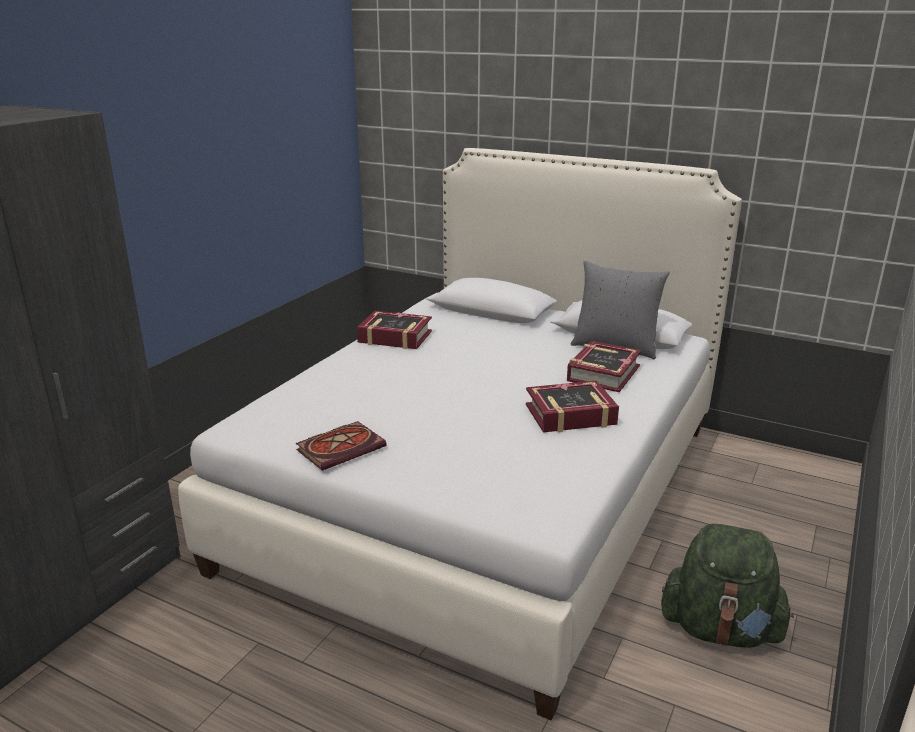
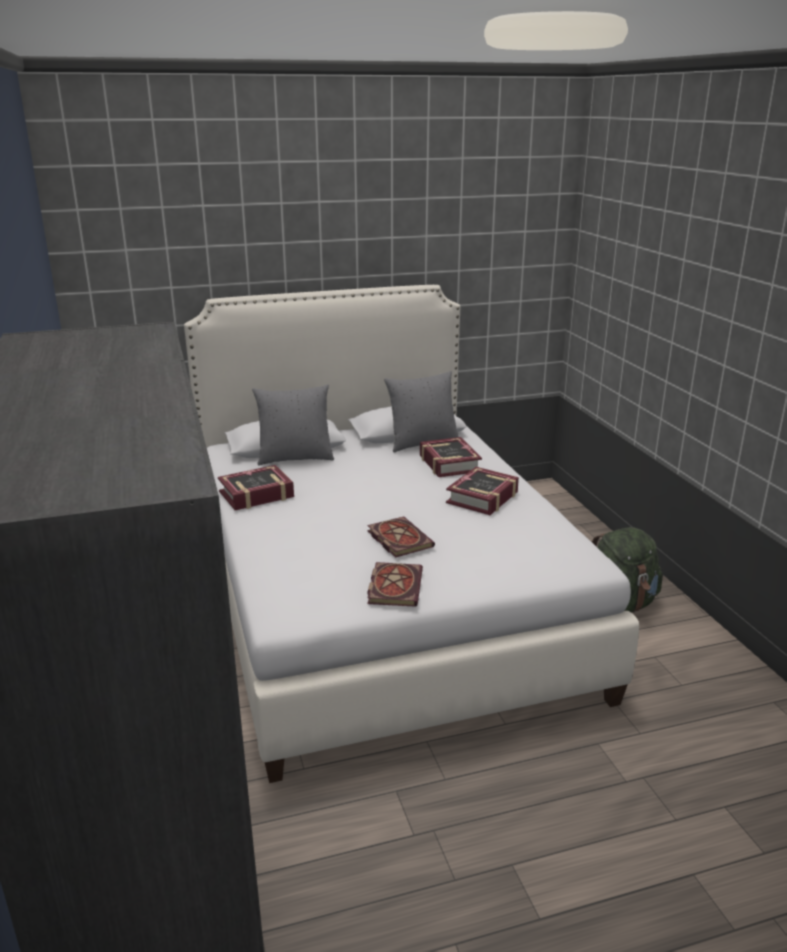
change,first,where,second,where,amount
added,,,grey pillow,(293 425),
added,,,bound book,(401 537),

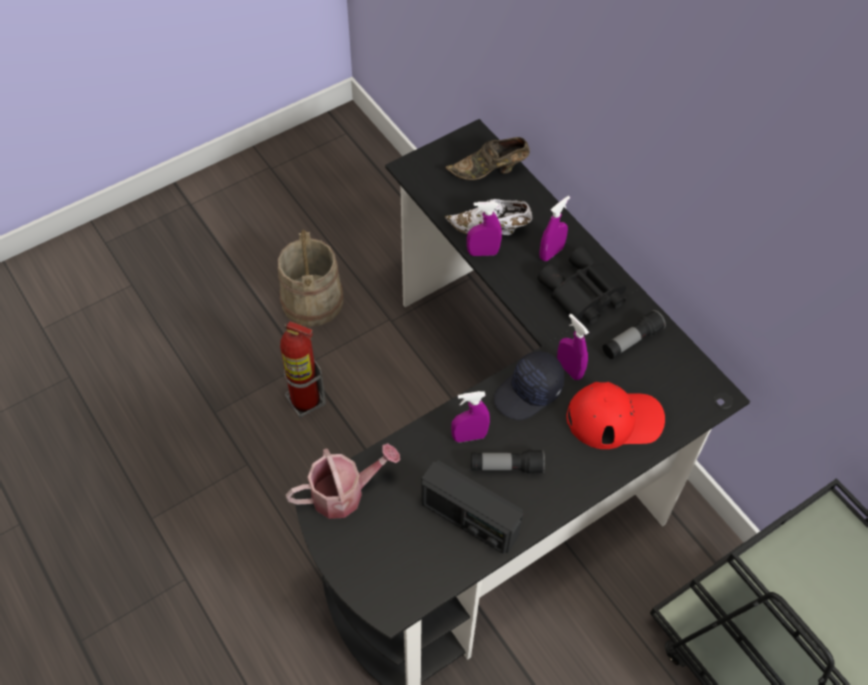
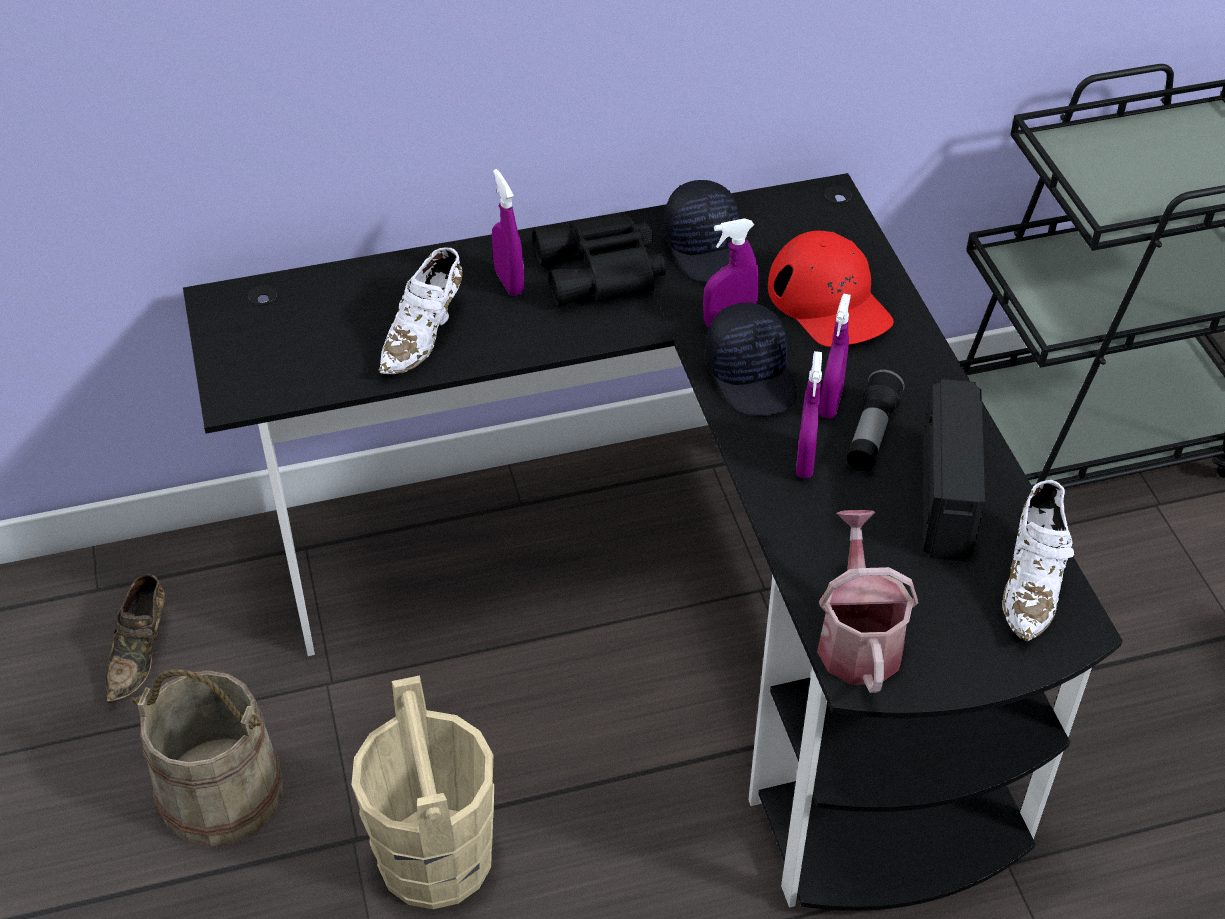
change,first,where,second,where,amount
moved,brownish shoe,(488 158),,(135 638),
replaced,extinguisher,(303 370),beige pail,(422 792),
replaced,torch,(634 334),blackish cap,(701 231),
turned,red-coloured cap,(615 415),,(831 289),135 degrees clockwise
moved,purple spray bottle,(484 229),,(835 355),
turned,radio set,(472 507),,(954 470),45 degrees counterclockwise
added,,,white-coloured shoe,(1038 560),

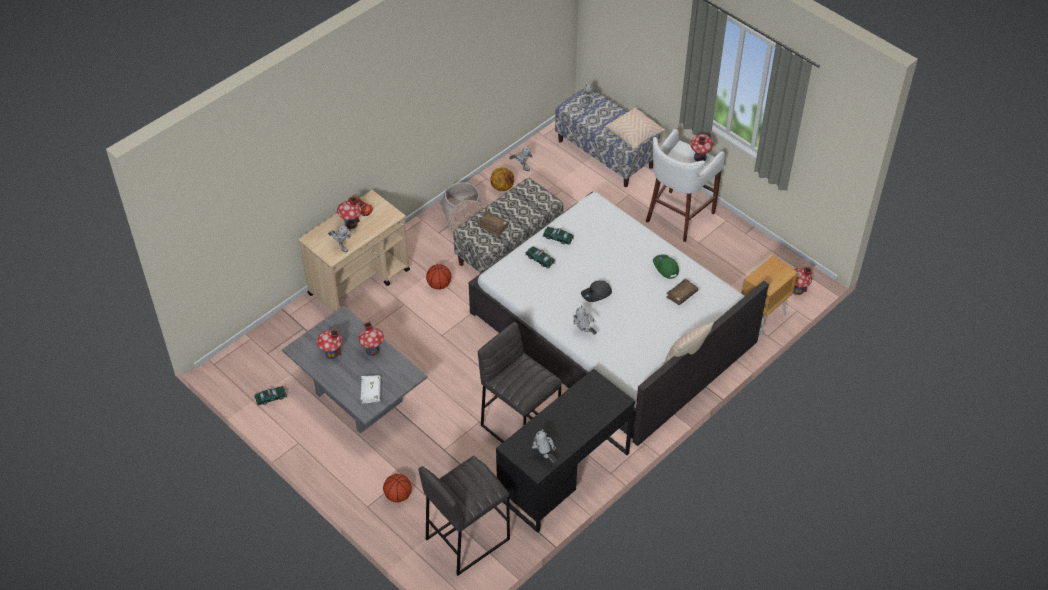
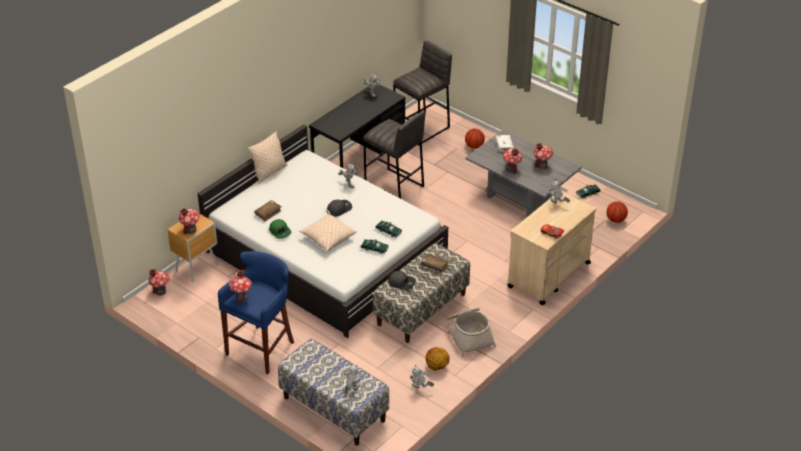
change,first,where,second,where,amount
moved,model house,(349 212),,(189 221),
recoloured,white-coloured stool,(685 185),blue stool,(256 312),
moved,beige pillow,(635 128),,(328 232),
added,,,grey cap,(402 280),
moved,ball for basketball,(438 277),,(617 212),

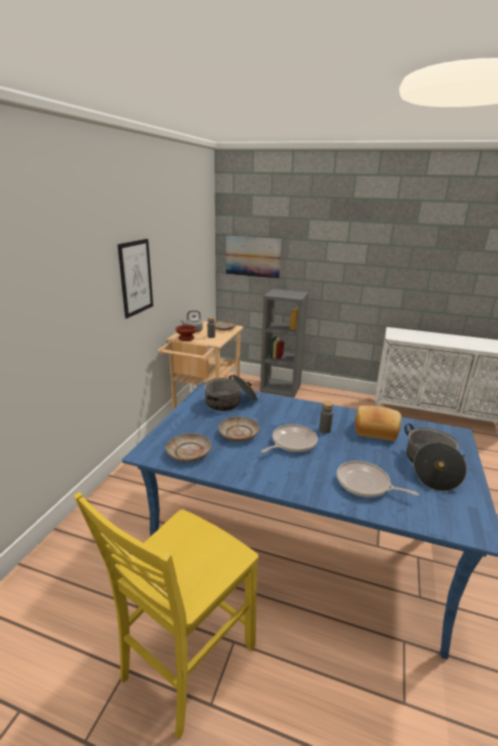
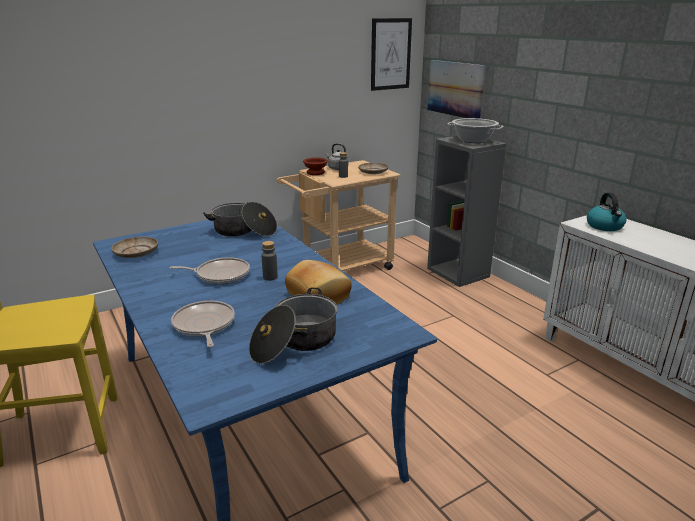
change,first,where,second,where,amount
moved,picture,(135 279),,(391 54),
added,,,stockpot,(475 130),
added,,,kettle,(606 212),
removed,beige plate,(239 429),,,

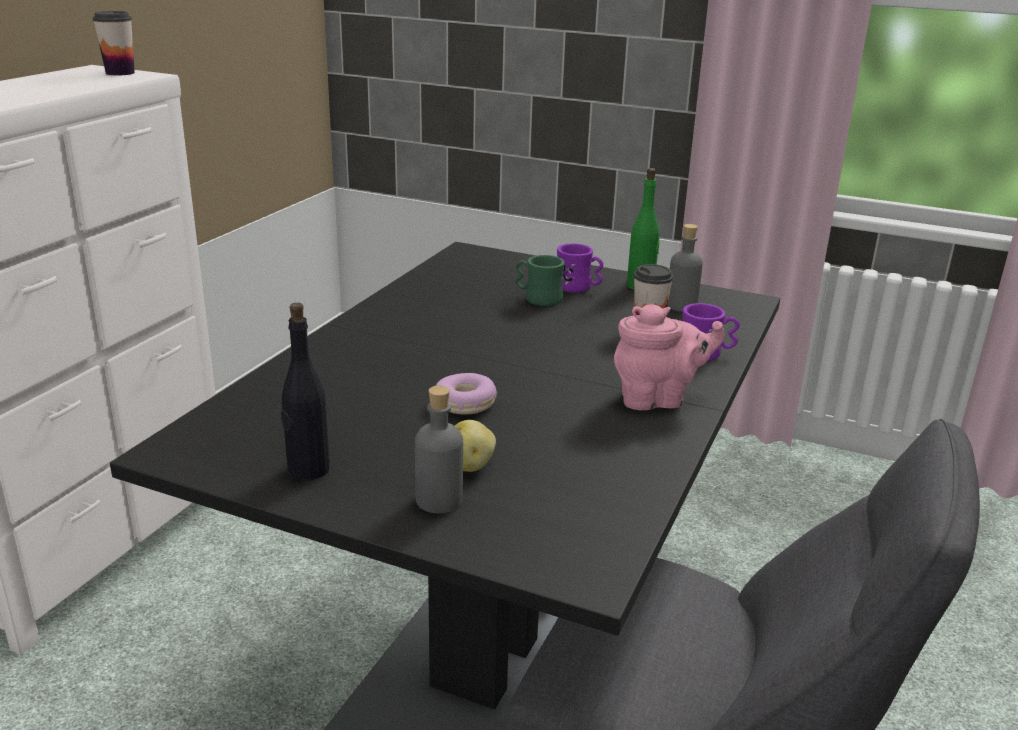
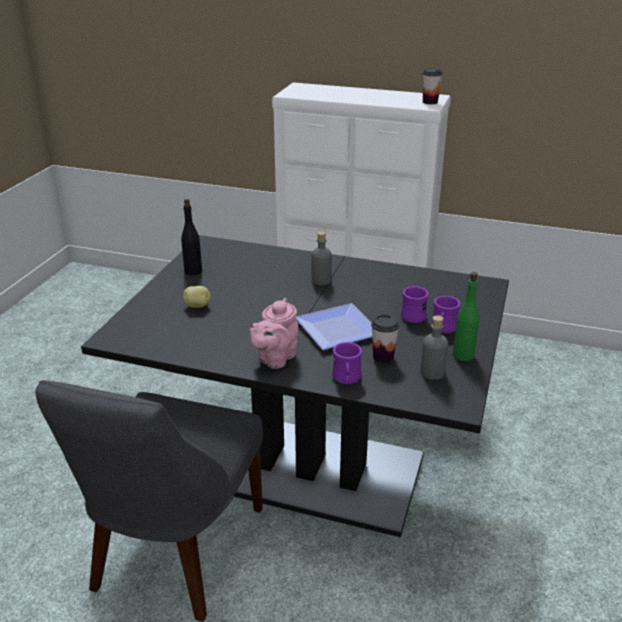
change,first,where,second,where,amount
turned,pink teapot,(669 357),,(274 333),45 degrees clockwise
added,,,plate,(334 326),
moved,grey drink bottle,(439 449),,(322 258),
recoloured,green coffee mug,(540 280),purple coffee mug,(415 304),
removed,doughnut,(466 394),,,

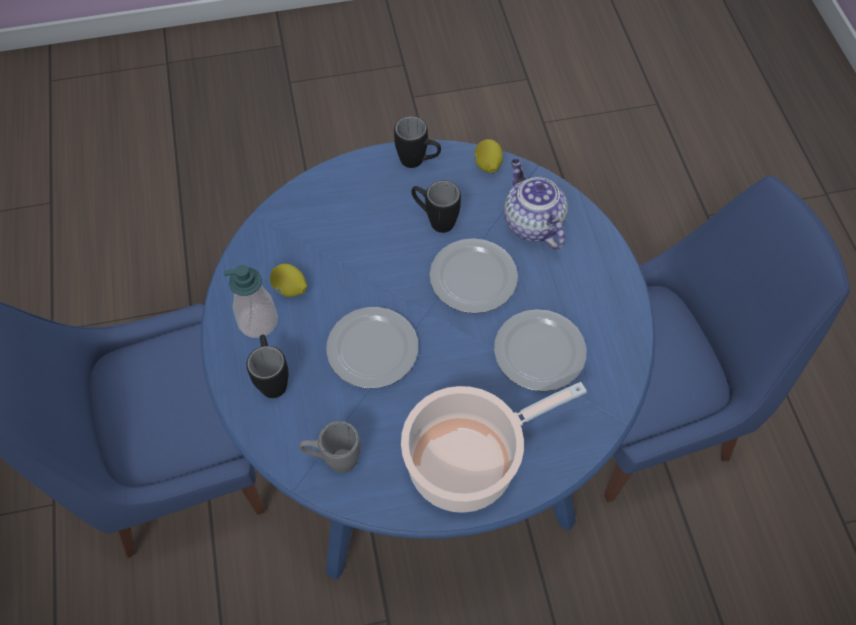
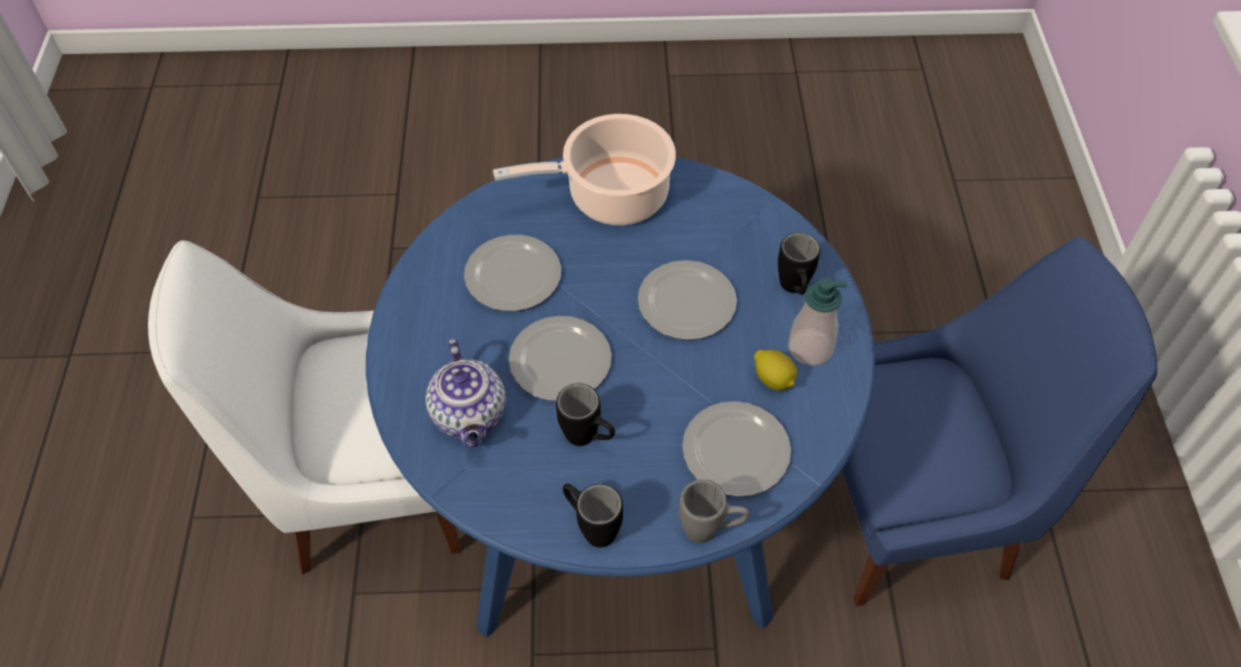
change,first,where,second,where,amount
recoloured,blue plain chair,(727 339),white-coloured plain chair,(304 407),
moved,grey coffee mug,(330 447),,(714 511),
added,,,plate,(736 449),
removed,citrus fruit,(488 156),,,

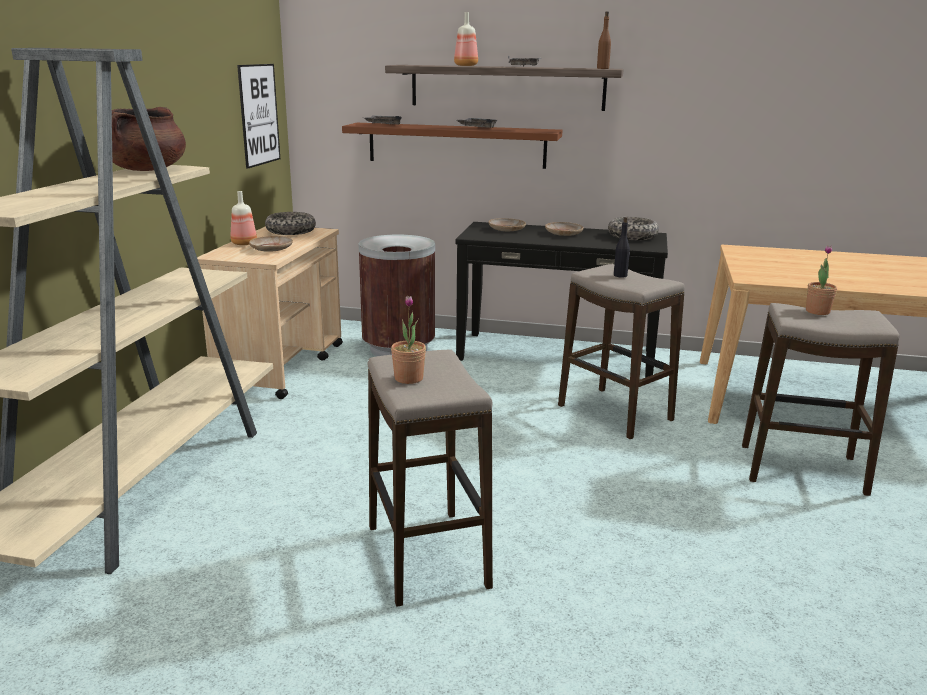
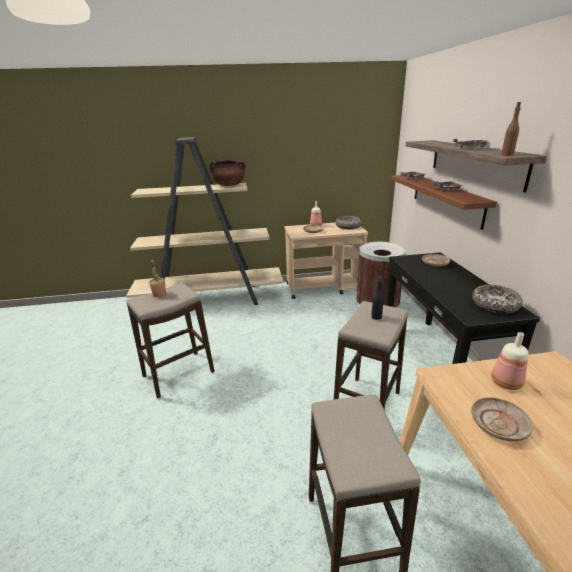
change,first,where,second,where,amount
moved,beige plate,(564 229),,(502 419),
moved,drink bottle,(466 39),,(509 361),
removed,picture,(258 116),,,
removed,potted plant,(821 280),,,

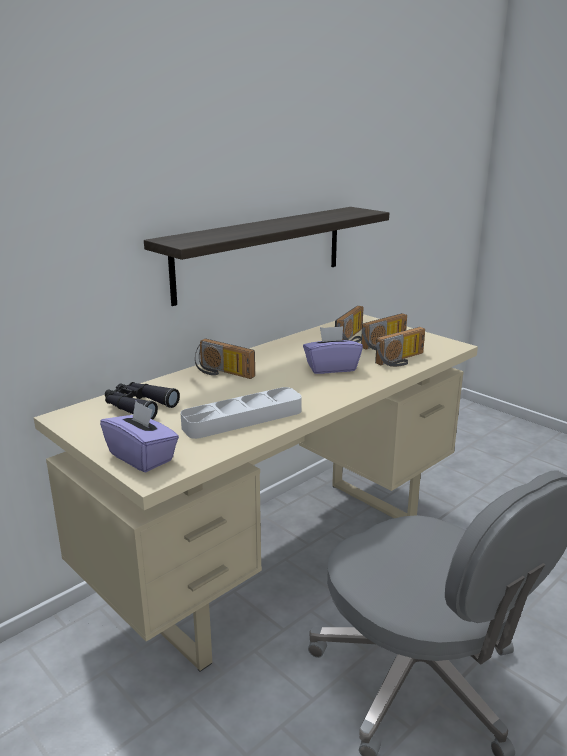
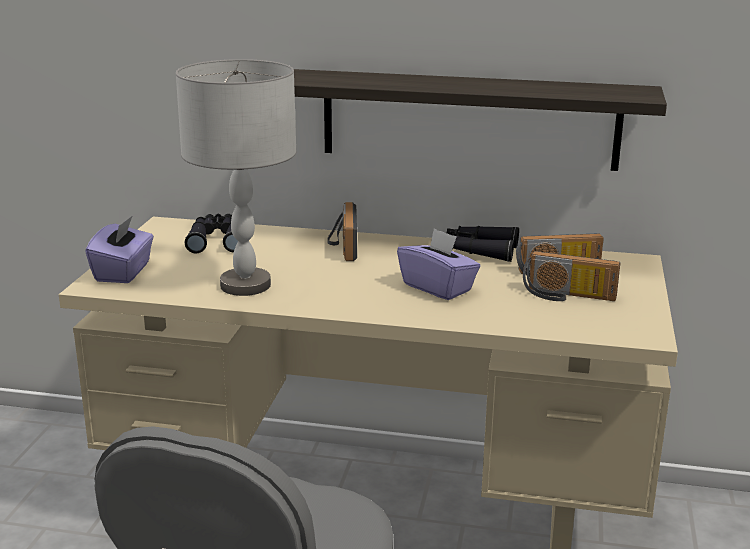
change,first,where,second,where,amount
replaced,grey carrying tray,(241 413),grey lamp for a table,(236 177),
added,,,blackish binoculars,(483 244),
removed,radio set,(400 347),,,

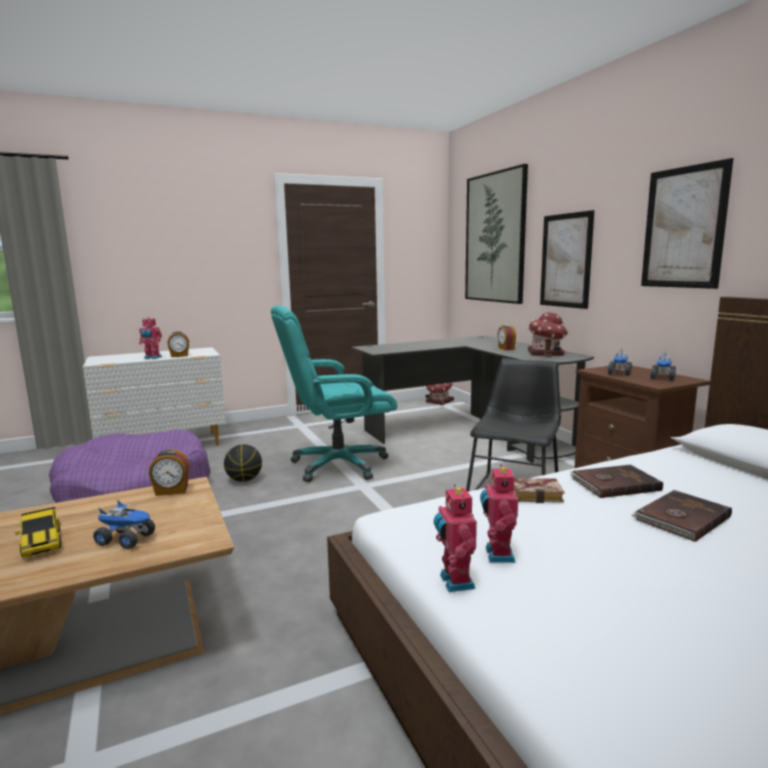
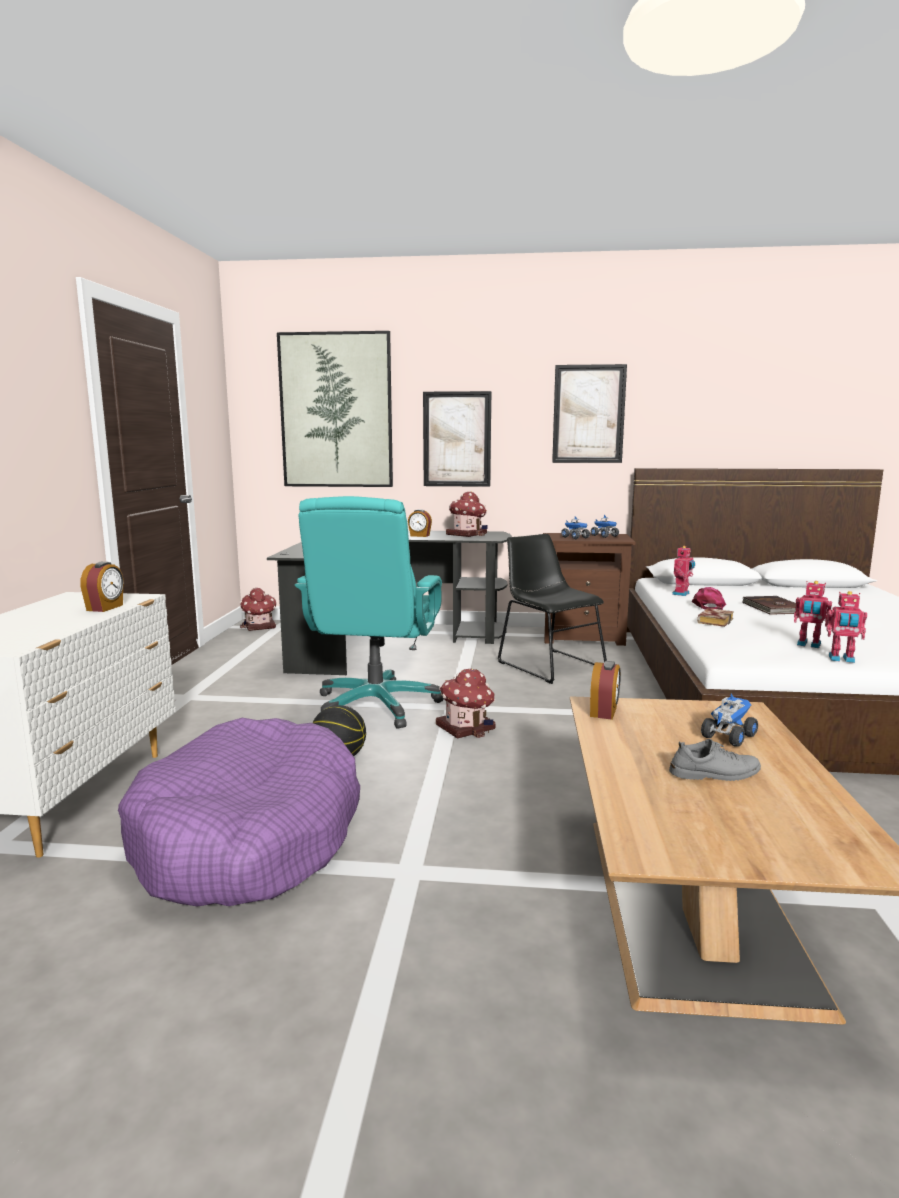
change,first,where,second,where,amount
added,,,model house,(466 703),
replaced,miniature car,(38 532),grey shoe,(715 760),
moved,robot figure,(150 338),,(683 571),
replaced,brownish bound book,(616 481),pink cap,(709 598),

